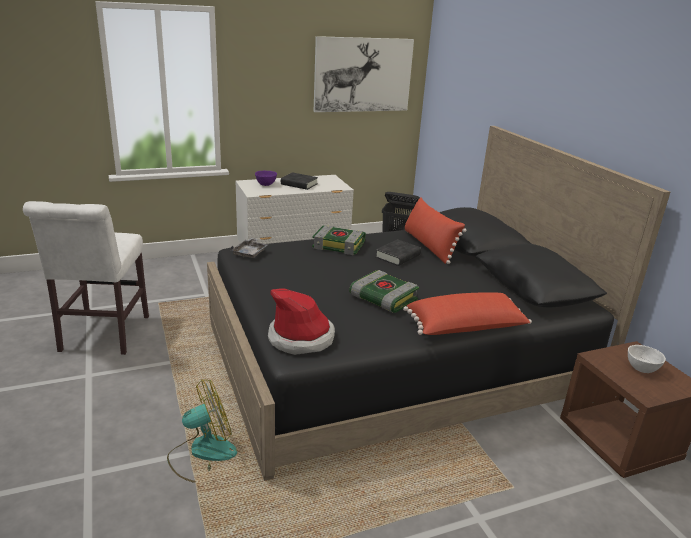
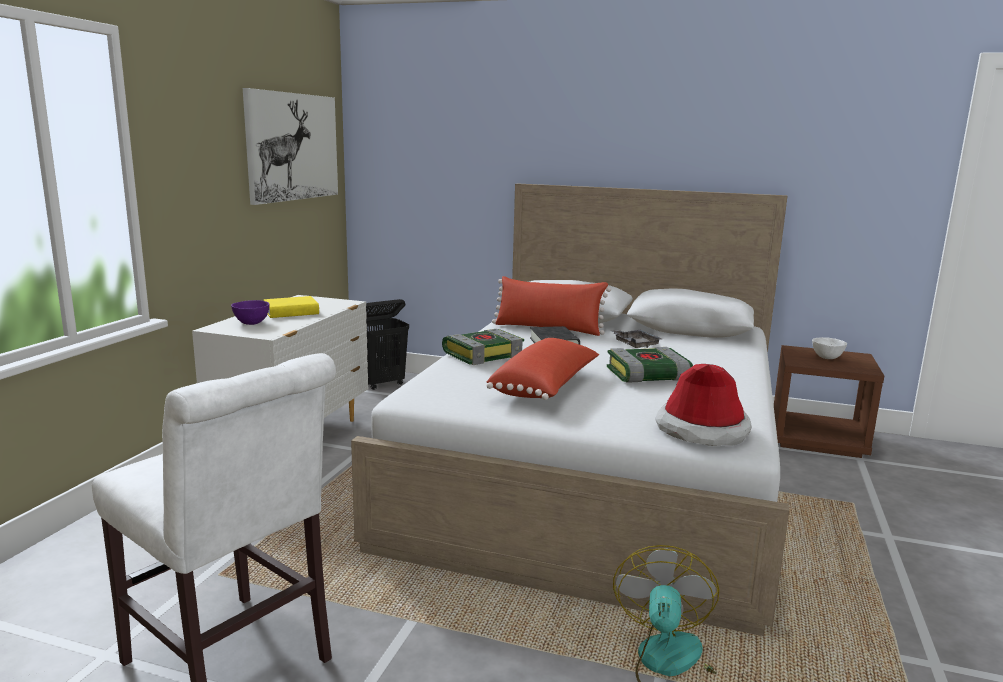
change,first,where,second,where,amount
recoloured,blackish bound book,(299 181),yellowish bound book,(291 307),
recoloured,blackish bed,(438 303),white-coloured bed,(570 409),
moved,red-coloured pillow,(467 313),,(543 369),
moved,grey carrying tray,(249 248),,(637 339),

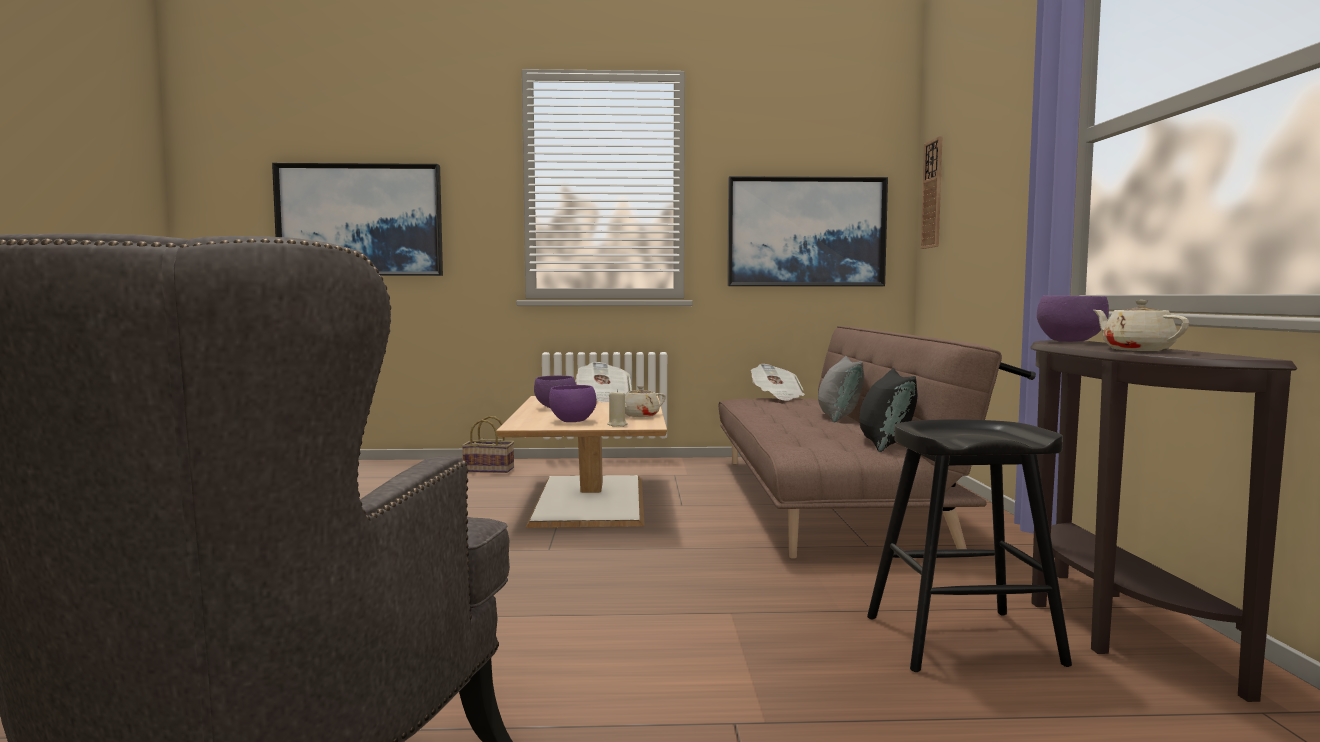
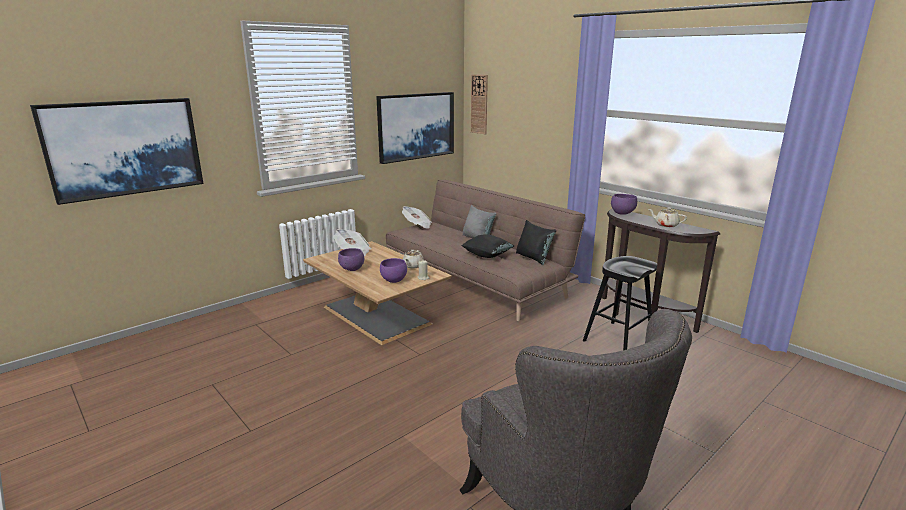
change,first,where,second,where,amount
added,,,blackish pillow,(487 246),
removed,storage basket,(488 444),,,

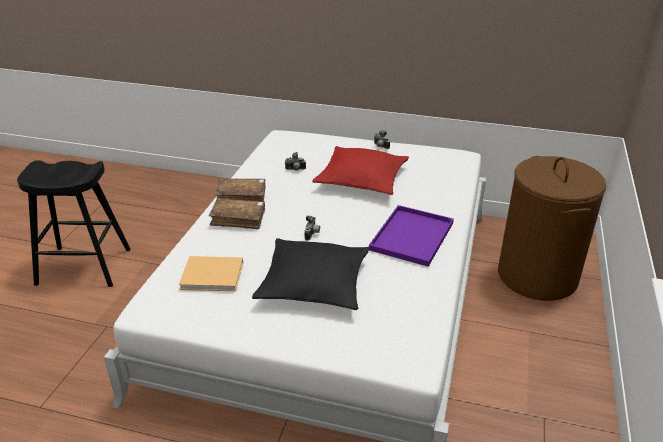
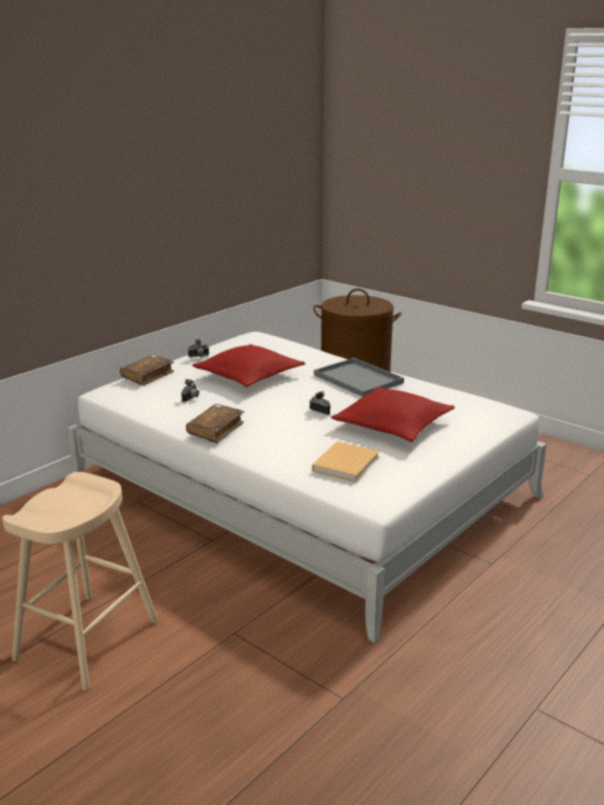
change,first,where,second,where,amount
recoloured,blackish stool,(74 223),beige stool,(80 581),
moved,brownish bound book,(237 213),,(147 370),
recoloured,purple carrying tray,(411 236),grey carrying tray,(359 377),
recoloured,blackish pillow,(310 274),red-coloured pillow,(393 414),

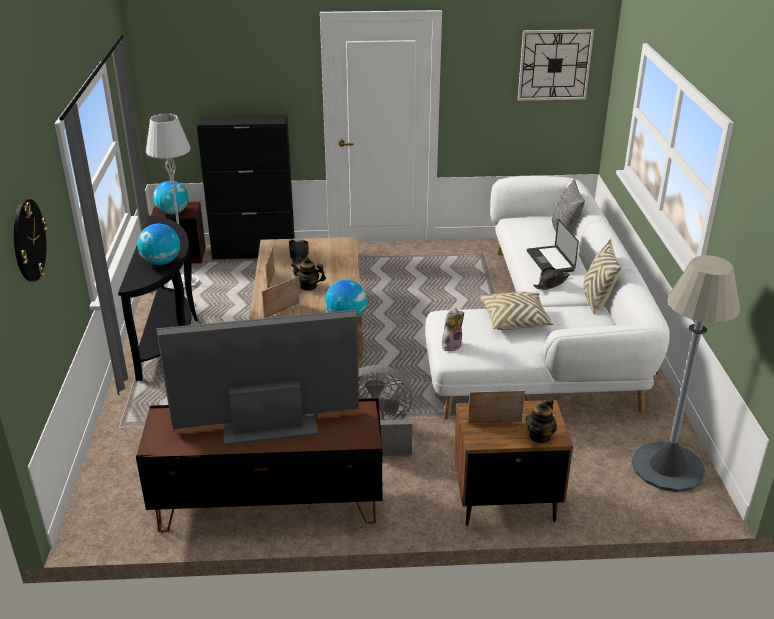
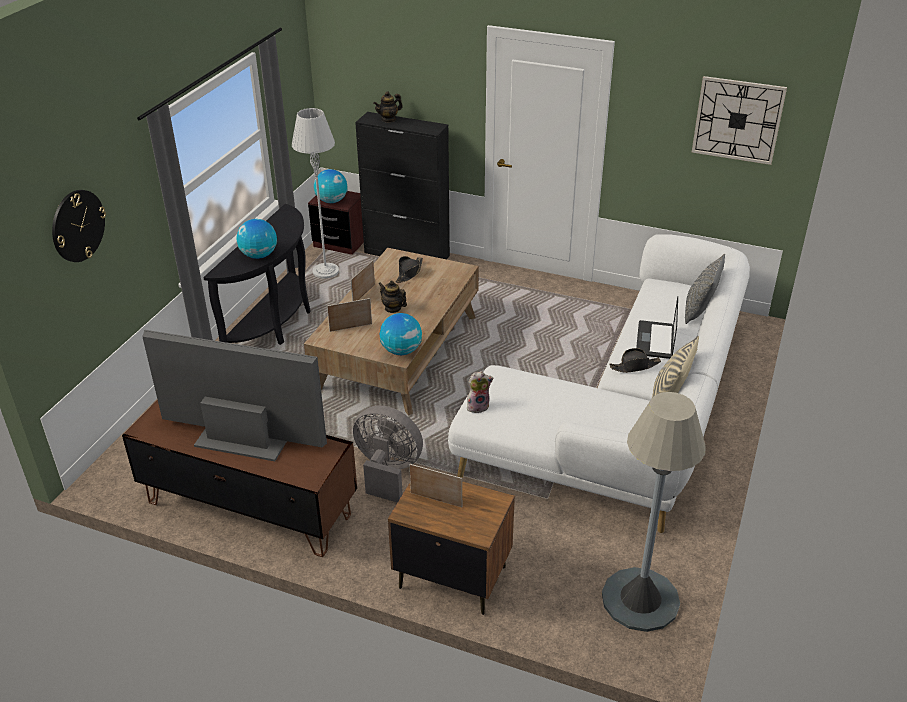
change,first,where,second,where,amount
moved,teapot,(541 420),,(388 107),
removed,beige pillow,(516 311),,,

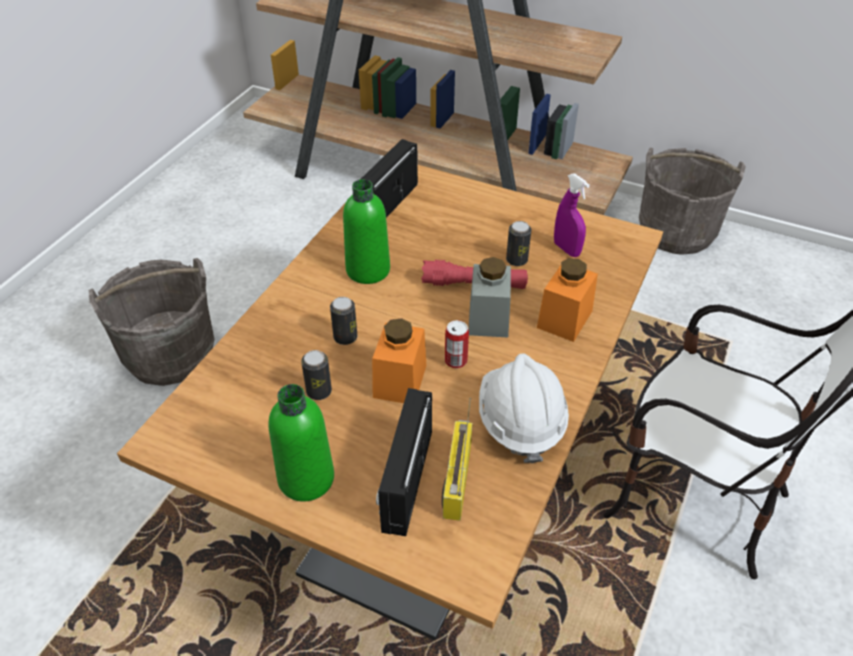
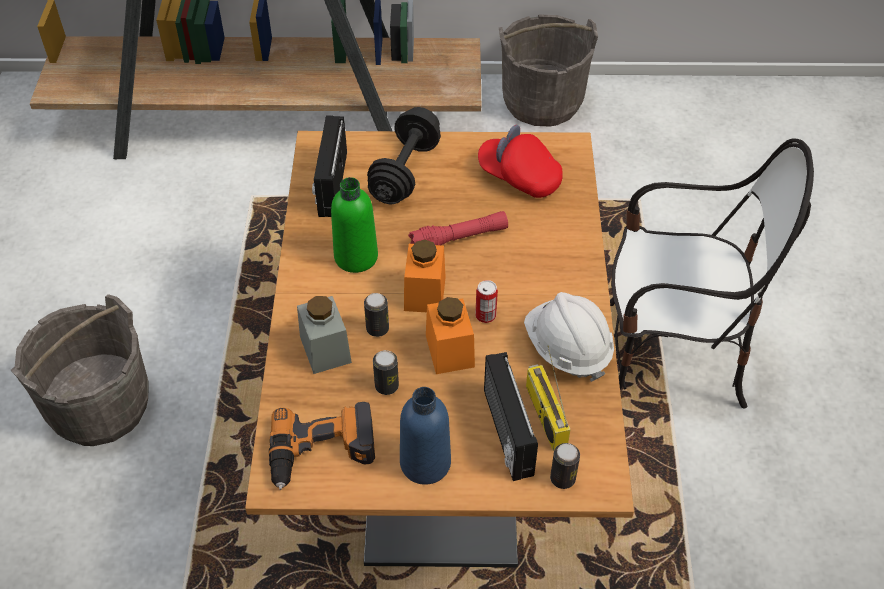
change,first,where,second,where,amount
added,,,drill,(322 446),
moved,grey jar,(490 297),,(324 335),
added,,,blackish hand weight,(404 156),
recoloured,green drink bottle,(301 443),blue drink bottle,(425 436),
moved,orangey jar,(567 300),,(425 276),
replaced,purple spray bottle,(572 215),red-coloured cap,(520 161),
moved,sealed can,(518 243),,(565 466),

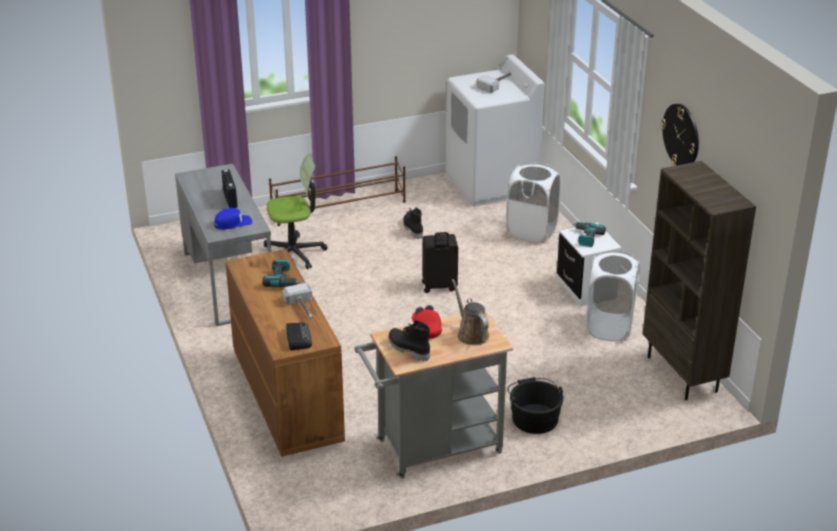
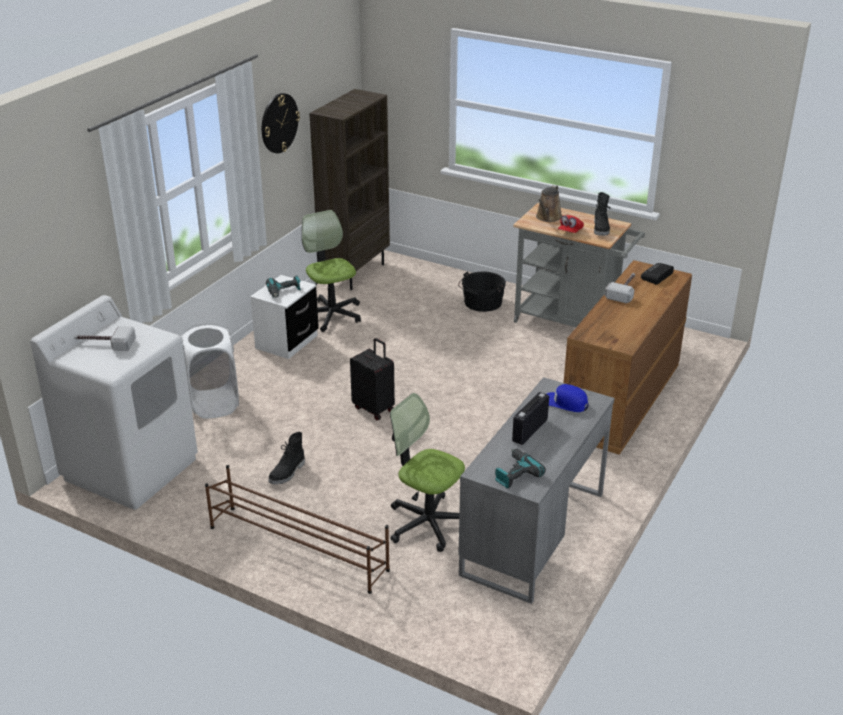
change,first,where,second,where,amount
replaced,white-coloured laundry basket,(613 295),desk chair,(331 271),
moved,drill,(281 273),,(520 469),

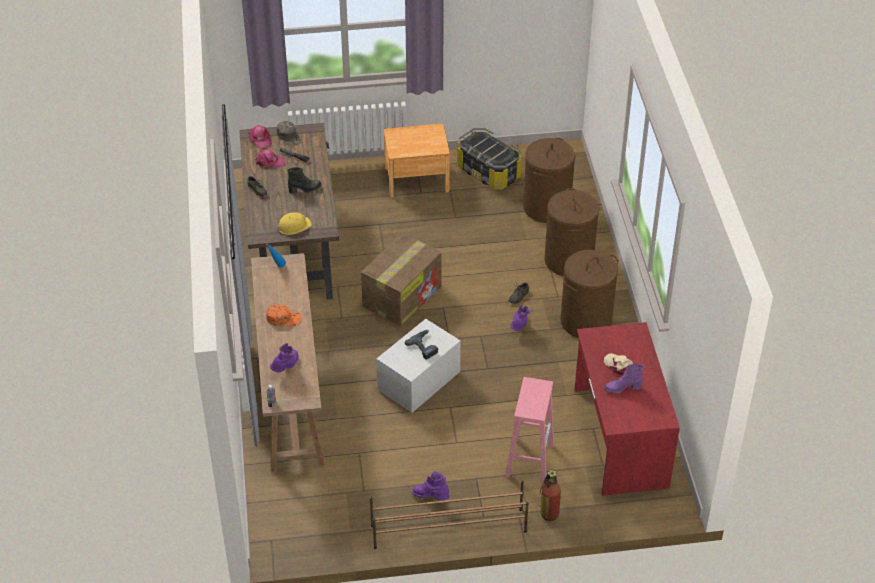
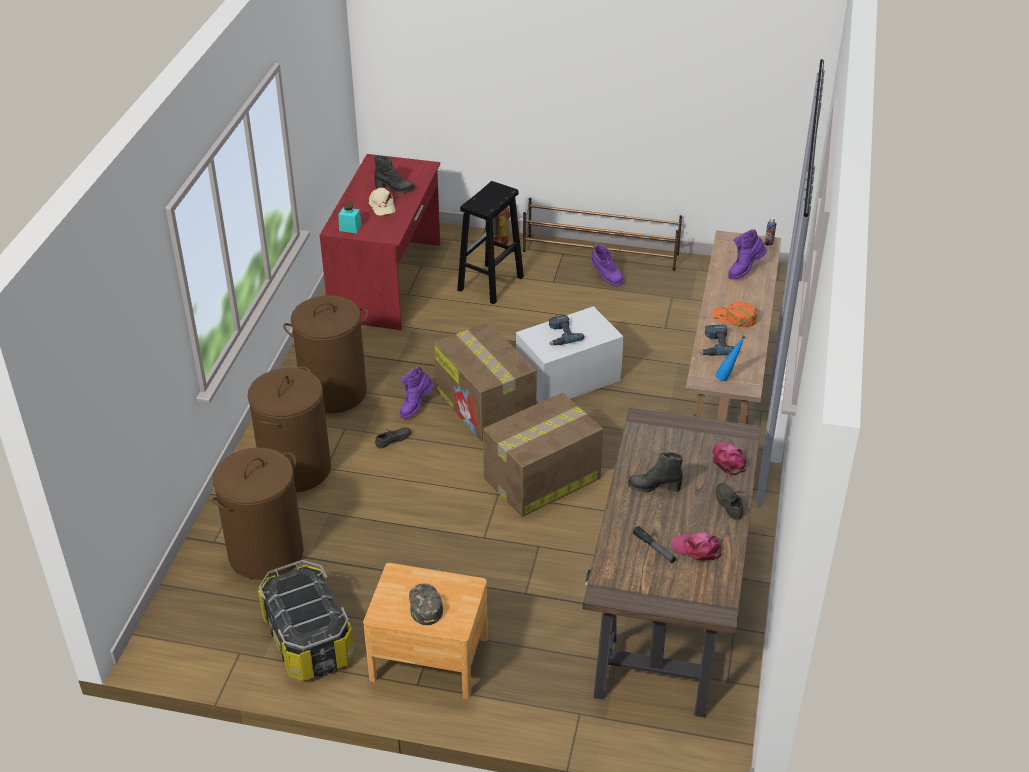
change,first,where,second,where,amount
added,,,turquoise jar,(350 218),
recoloured,purple high-top boot,(624 379),blackish high-top boot,(394 175),
moved,green cap,(289 133),,(426 604),
added,,,carton,(485 382),
recoloured,pink stool,(529 430),blackish stool,(490 242),
added,,,drill,(716 340),
moved,pink cap,(260 136),,(729 458),
removed,yellowish work helmet,(294 223),,,

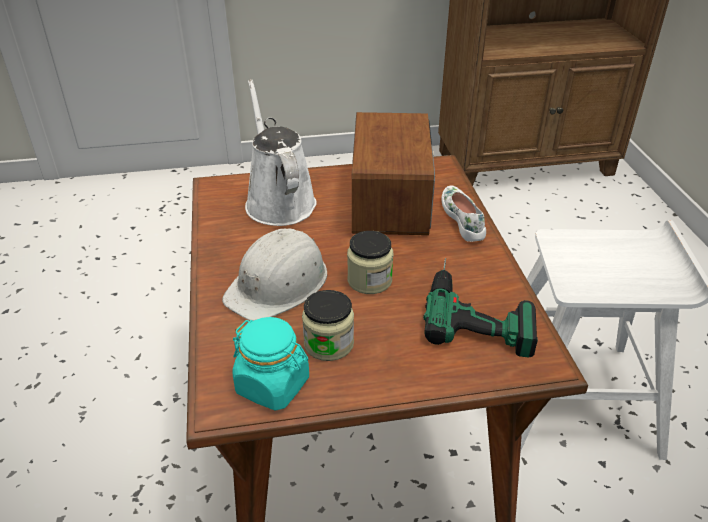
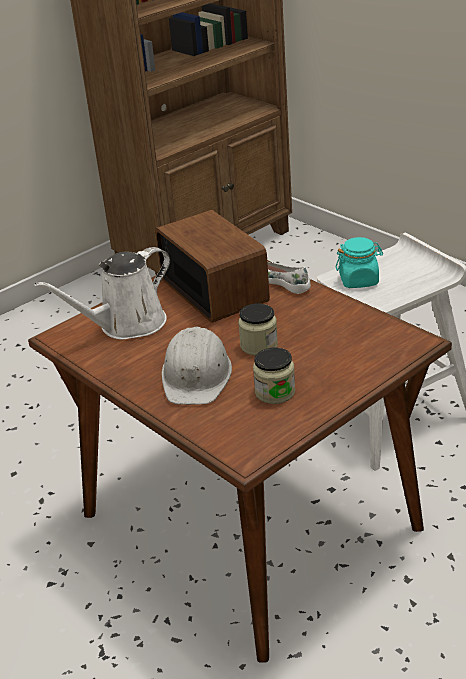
change,first,where,second,where,amount
turned,white-coloured sprinkling can,(281 152),,(102 293),75 degrees counterclockwise
moved,turquoise jar,(270 364),,(359 262),
removed,drill,(480 308),,,

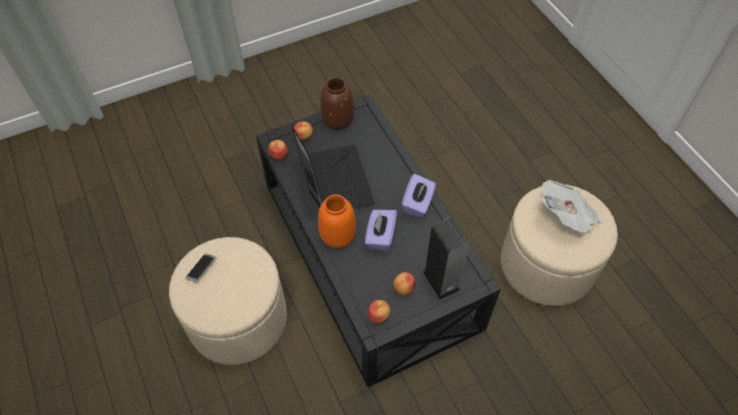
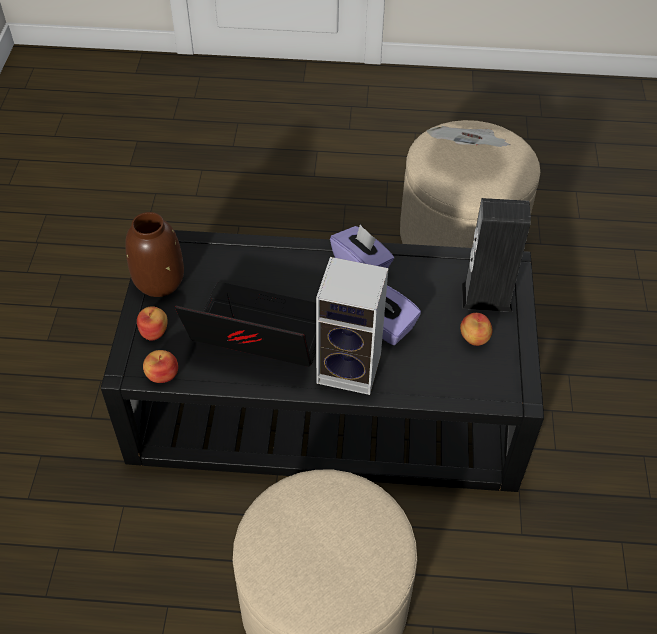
change,first,where,second,where,amount
replaced,orangey flower vase,(337 221),speaker,(352 326),
removed,handset,(200 267),,,
removed,whole apple,(379 311),,,

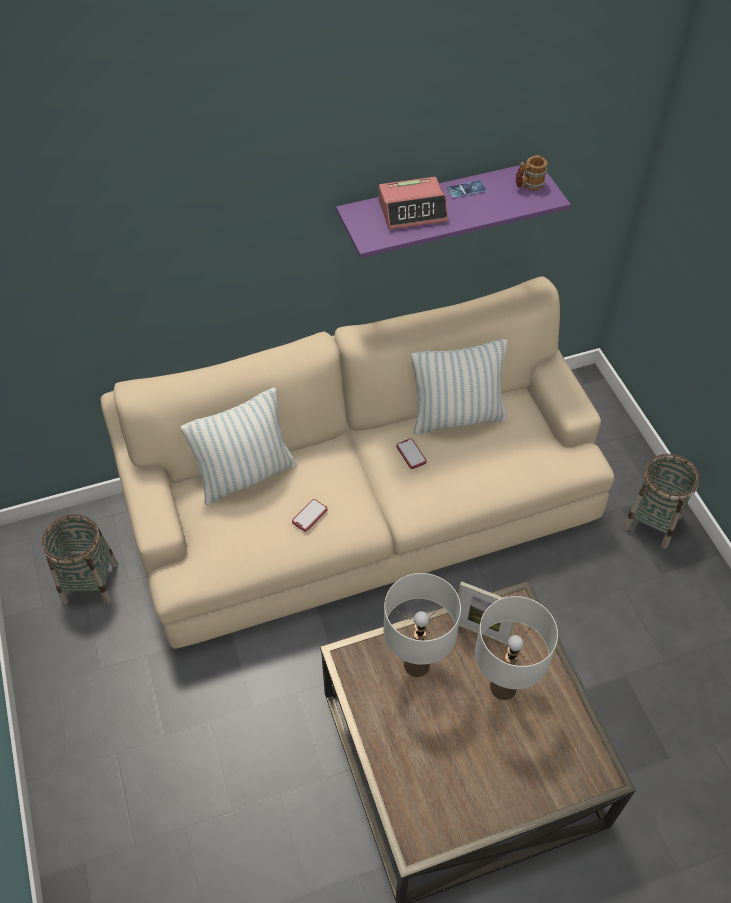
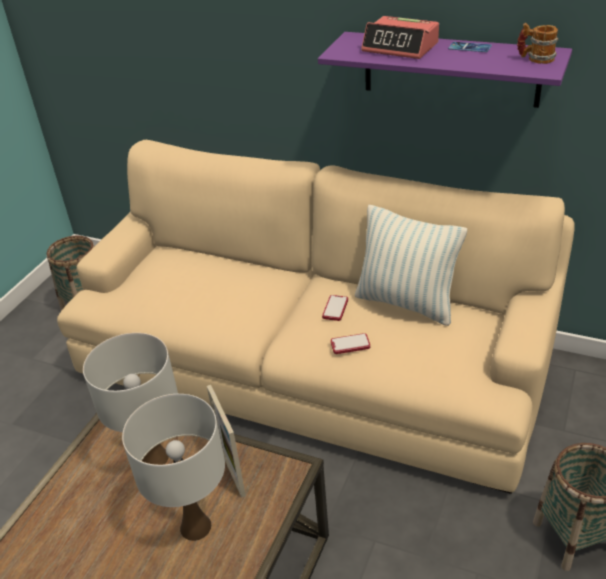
change,first,where,second,where,amount
moved,handset,(309 515),,(350 343),
removed,pillow,(239 446),,,

